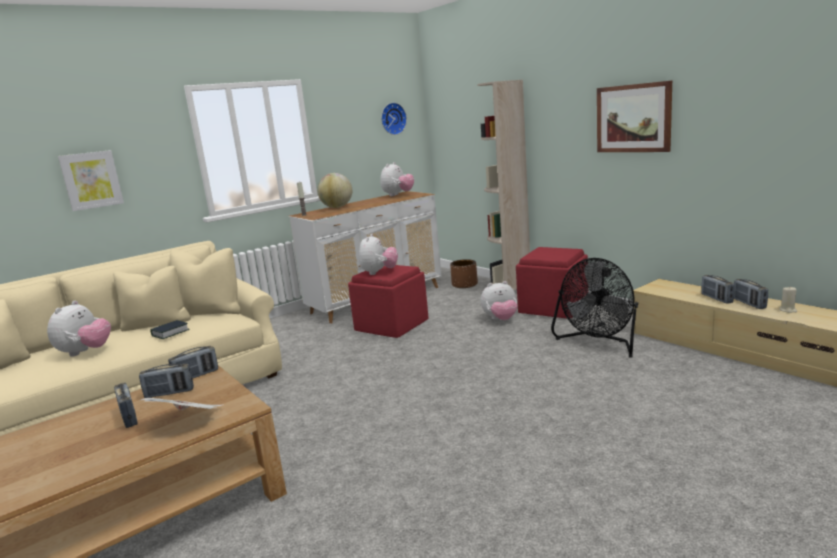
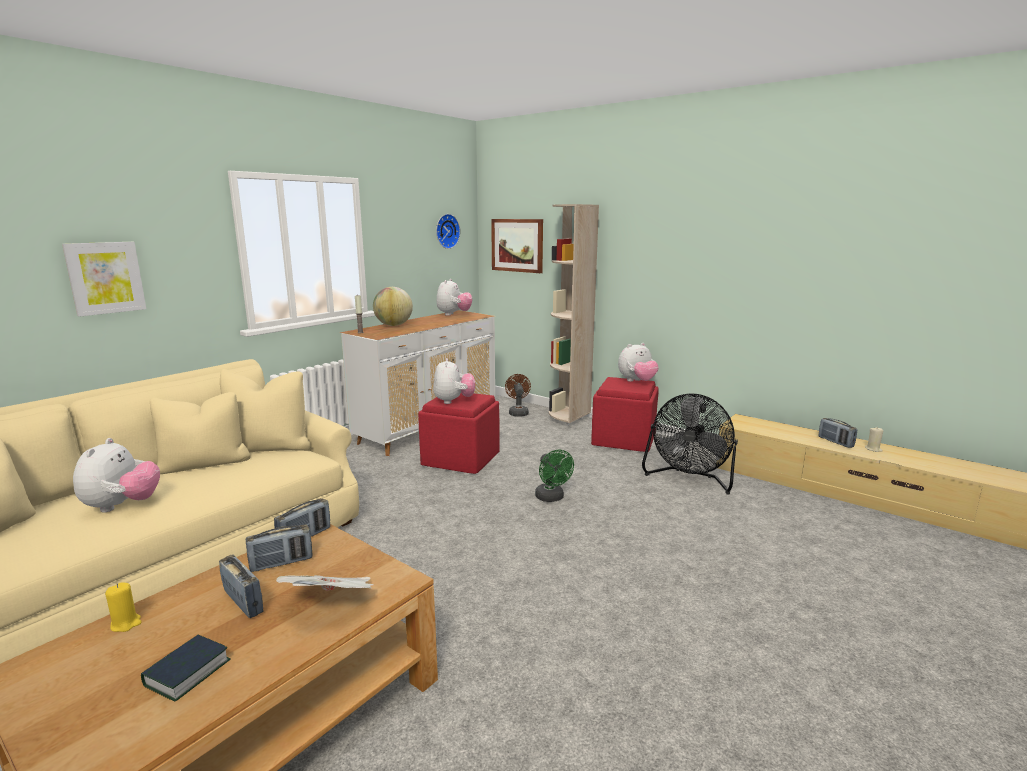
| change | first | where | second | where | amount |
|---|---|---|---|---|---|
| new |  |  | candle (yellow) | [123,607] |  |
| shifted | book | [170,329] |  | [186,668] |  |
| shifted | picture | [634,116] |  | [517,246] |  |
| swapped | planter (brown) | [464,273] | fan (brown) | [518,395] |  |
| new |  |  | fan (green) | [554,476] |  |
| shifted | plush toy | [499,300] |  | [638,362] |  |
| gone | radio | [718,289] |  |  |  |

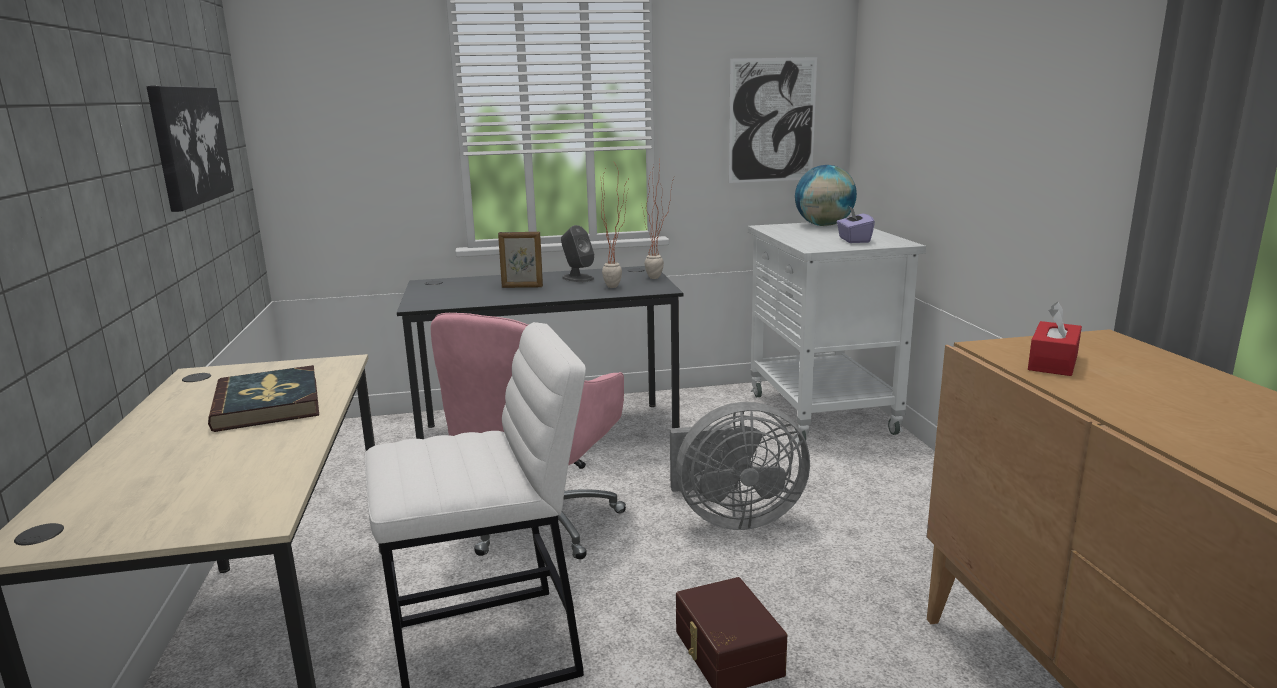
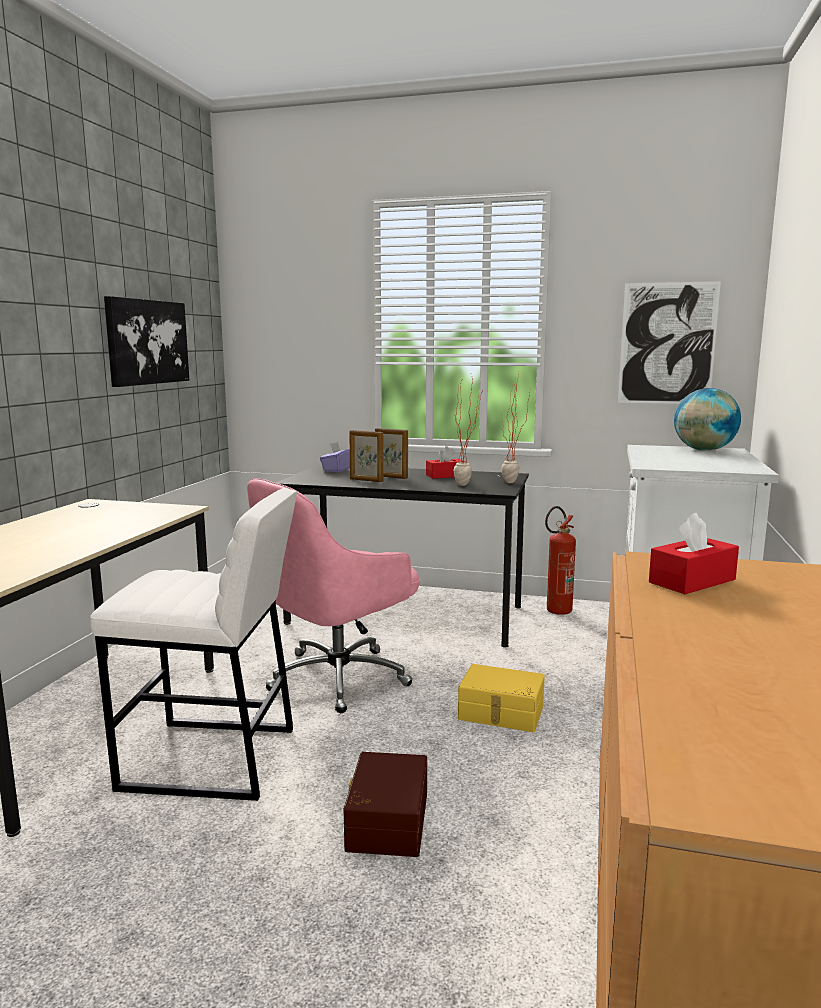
| change | first | where | second | where | amount |
|---|---|---|---|---|---|
| shifted | tissue box (purple) | [856,224] |  | [335,457] |  |
| new |  |  | picture frame | [367,456] |  |
| swapped | speaker (grey) | [577,253] | tissue box (red) | [445,462] |  |
| swapped | fan (grey) | [740,466] | storage box (yellow) | [501,698] |  |
| new |  |  | fire extinguisher | [560,560] |  |
| gone | book | [263,398] |  |  |  |

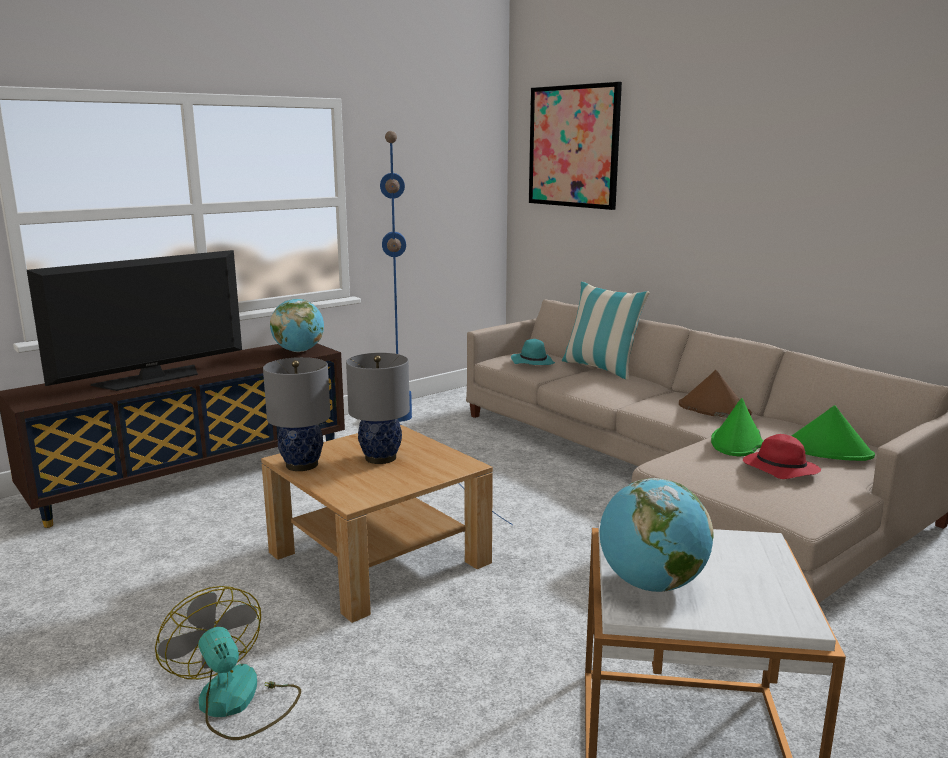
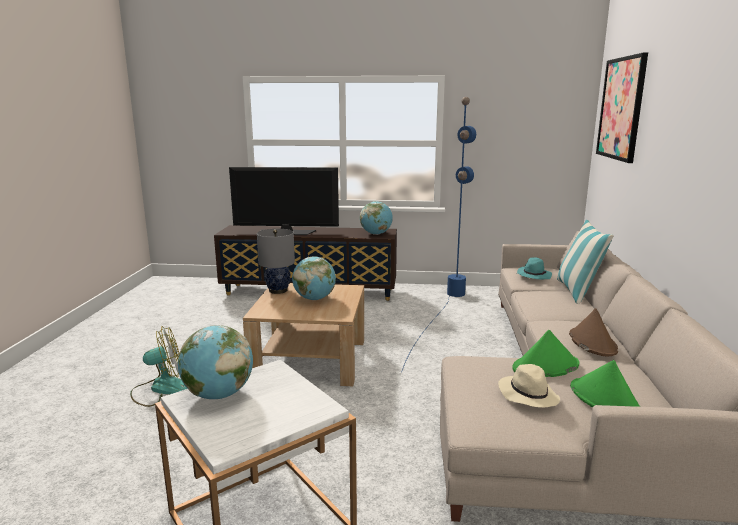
| change | first | where | second | where | amount |
|---|---|---|---|---|---|
| rotated | fan | [228,663] |  | [158,366] | 60 degrees clockwise |
| swapped | table lamp (grey) | [378,408] | globe | [314,278] |  |
| repainted | hat (red) | [782,456] | hat (beige) | [529,386] |  |

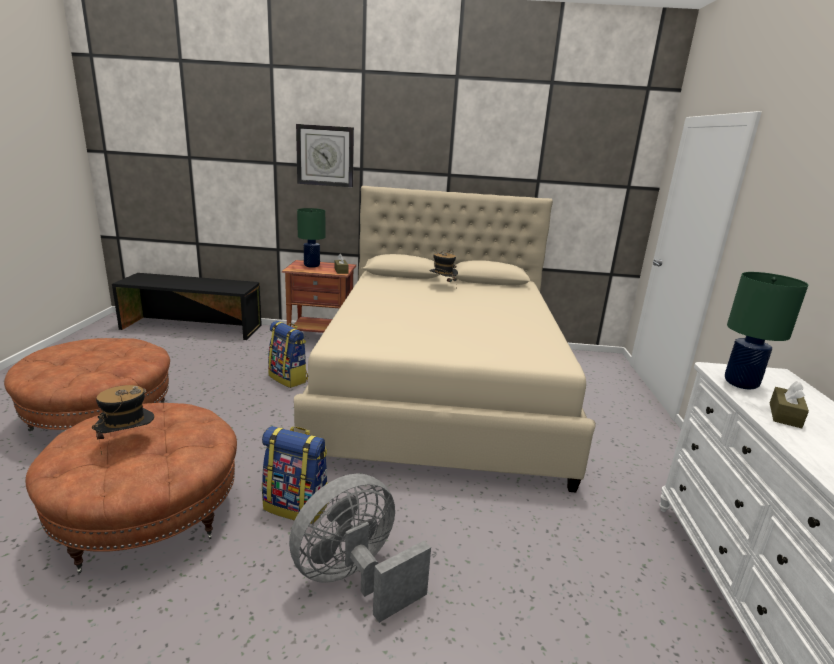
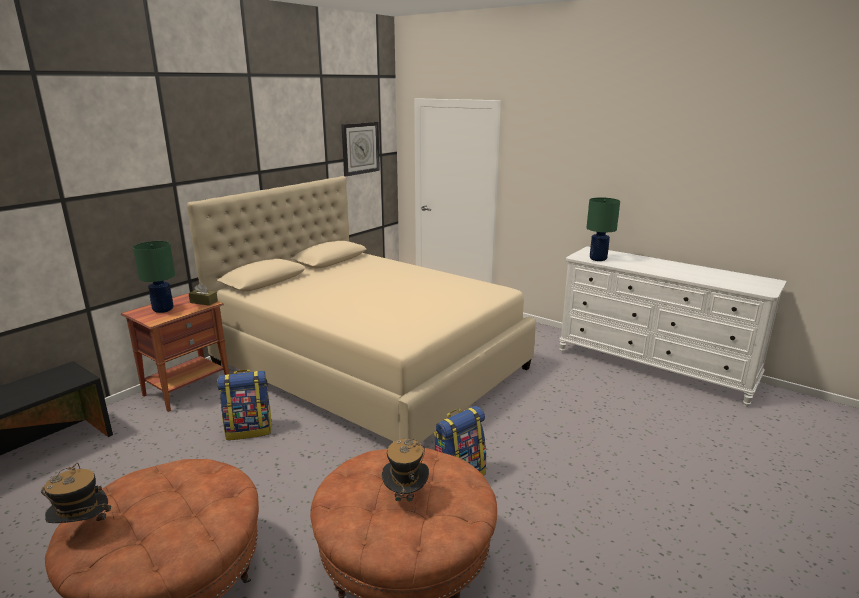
| change | first | where | second | where | amount |
|---|---|---|---|---|---|
| shifted | hat | [443,266] |  | [77,493] |  |
| shifted | wall clock | [325,155] |  | [360,149] |  |
| gone | fan (grey) | [360,548] |  |  |  |
| gone | tissue box (brown) | [789,404] |  |  |  |

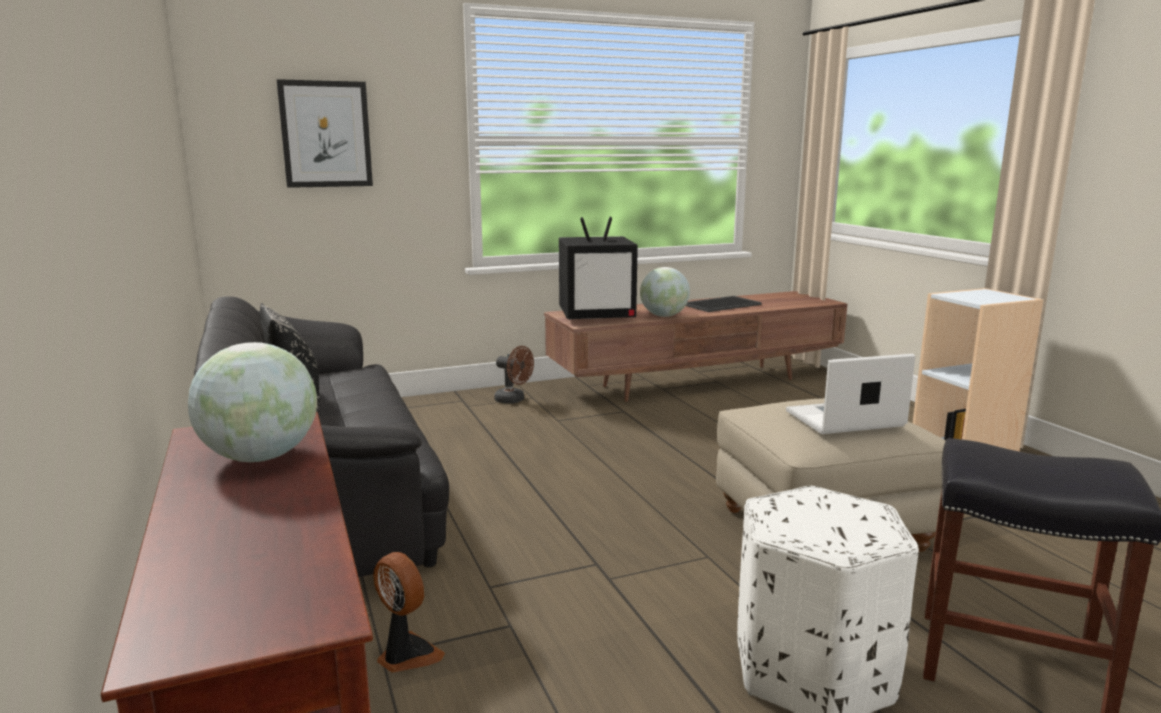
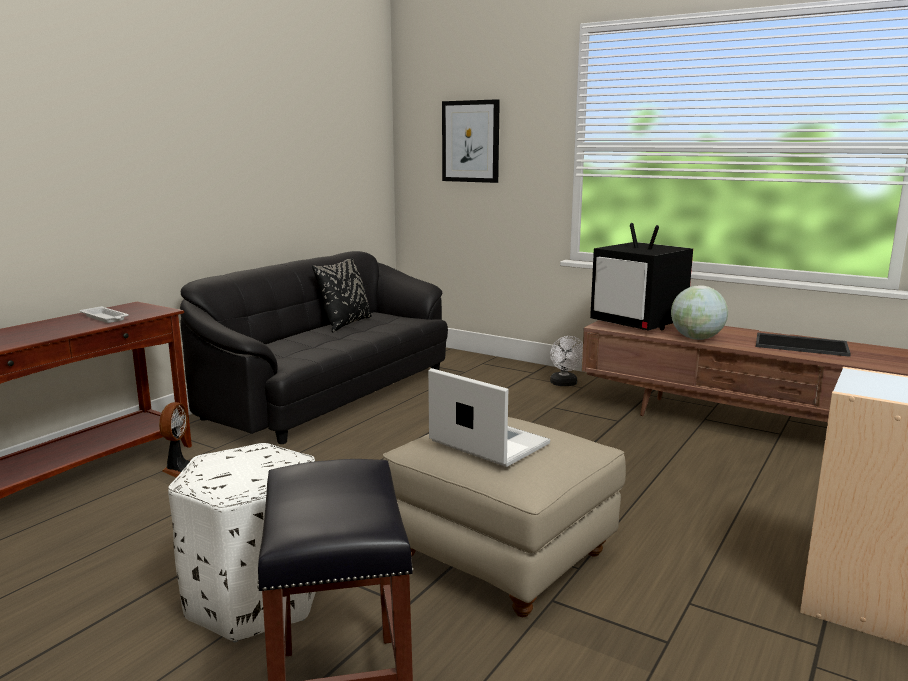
| change | first | where | second | where | amount |
|---|---|---|---|---|---|
| swapped | globe | [252,402] | tray (white) | [104,314] |  |
| repainted | fan (brown) | [514,375] | fan (white) | [566,361] |  |

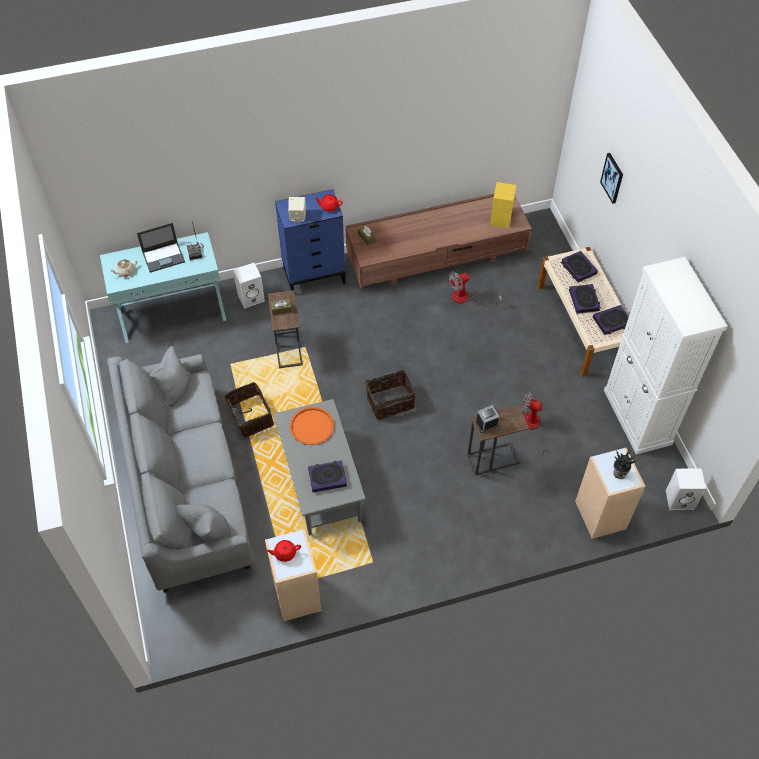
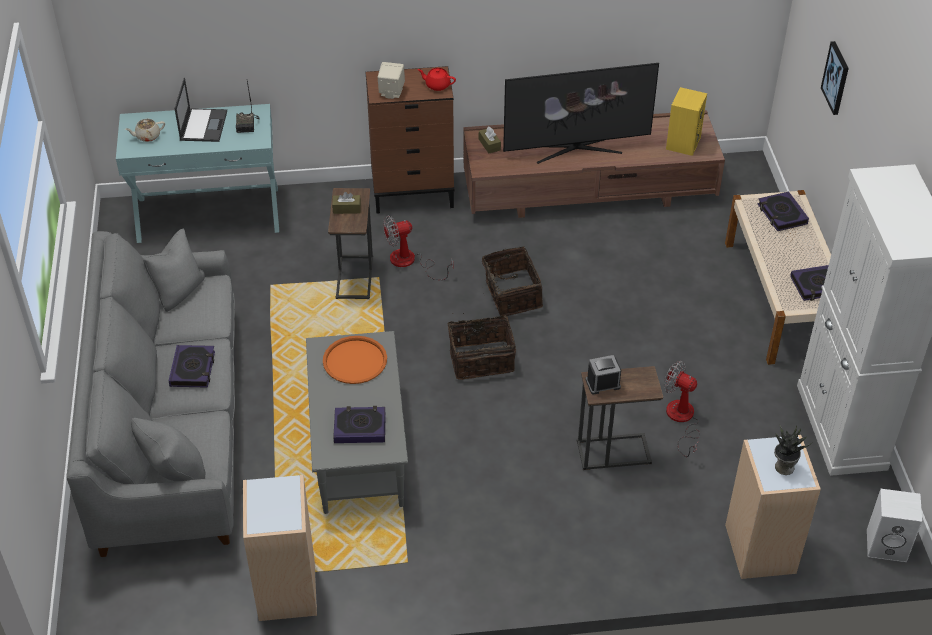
| change | first | where | second | where | amount |
|---|---|---|---|---|---|
| shifted | book | [585,299] |  | [192,366] |  |
| rotated | laptop | [161,248] |  | [200,110] | 75 degrees counterclockwise |
| repainted | dresser (blue) | [310,240] | dresser (brown) | [410,140] |  |
| shifted | fan | [475,290] |  | [418,248] |  |
| shifted | basket | [249,409] |  | [512,281] |  |
| new |  |  | television | [581,113] |  |
| gone | speaker (white) | [249,286] |  |  |  |
| gone | teapot (red) | [283,551] |  |  |  |

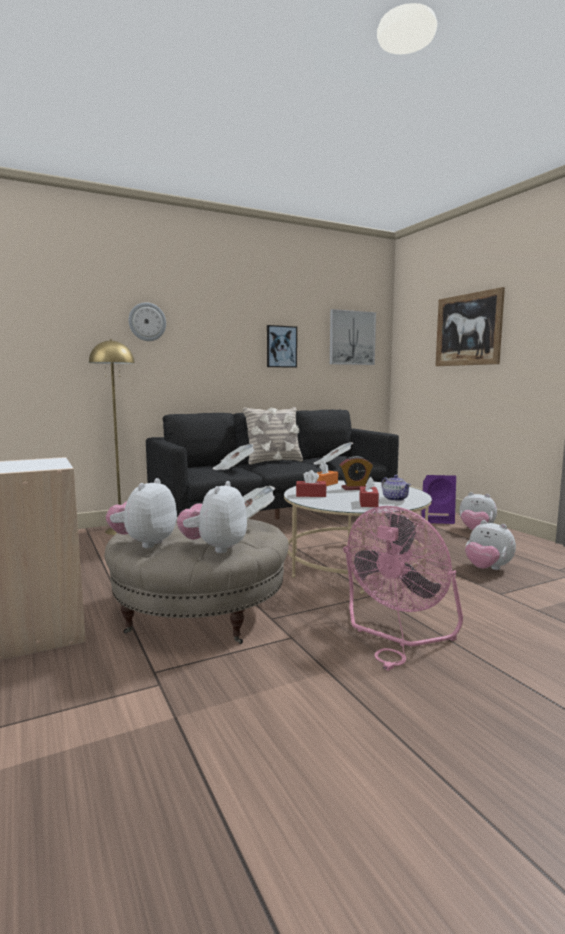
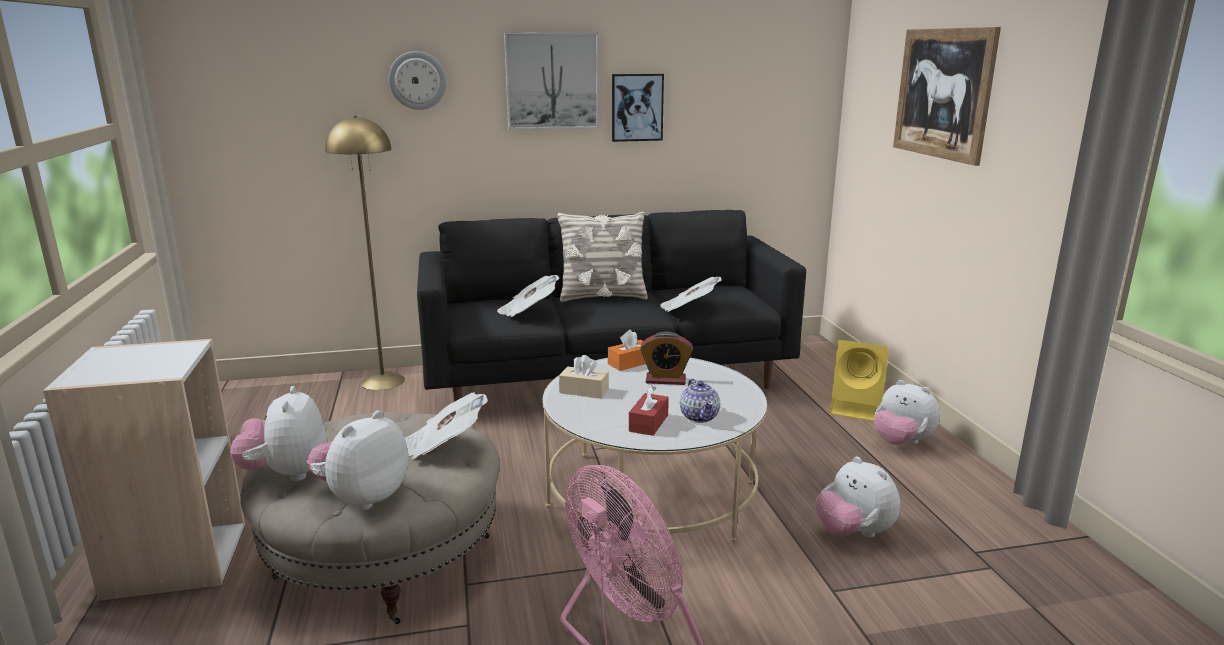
| change | first | where | second | where | amount |
|---|---|---|---|---|---|
| rotated | plush toy | [141,513] |  | [279,433] | 45 degrees counterclockwise |
| shifted | picture | [353,337] |  | [551,81] |  |
| repainted | tissue box (red) | [311,483] | tissue box (beige) | [584,376] |  |
| repainted | speaker (purple) | [439,499] | speaker (yellow) | [859,381] |  |

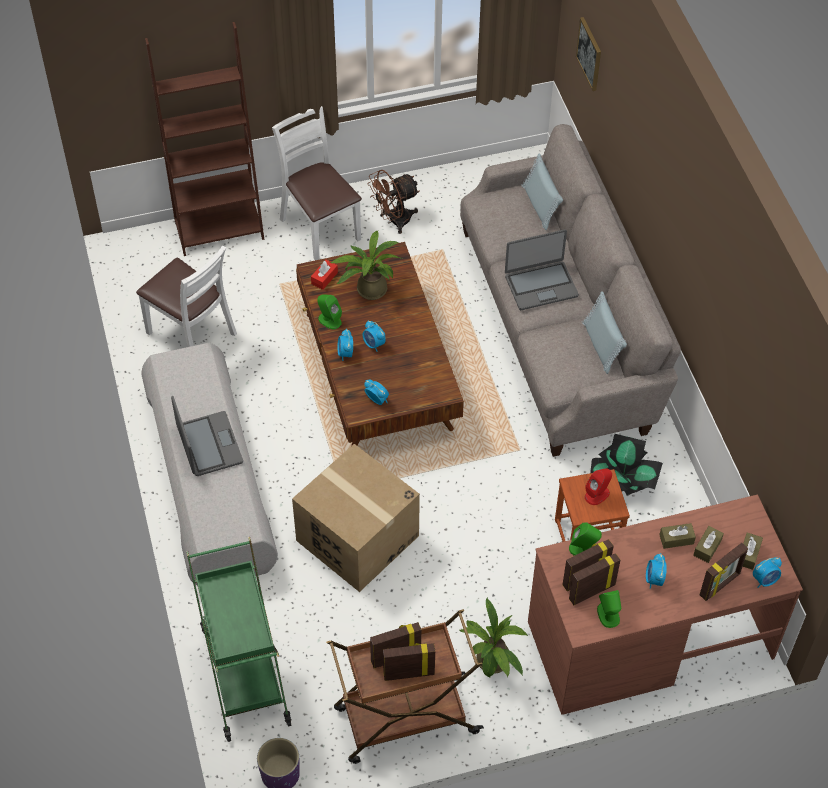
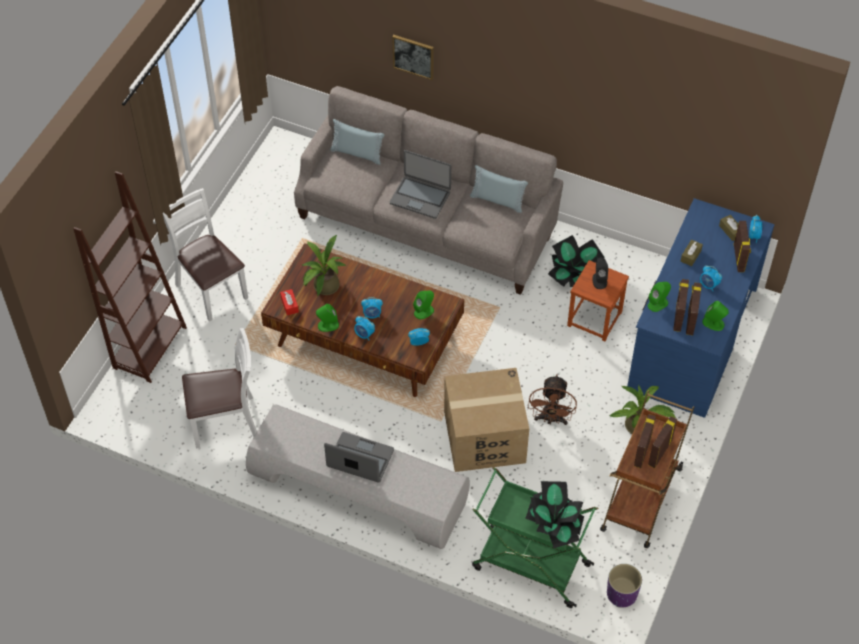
| change | first | where | second | where | amount |
|---|---|---|---|---|---|
| rotated | chair (white) | [317,183] |  | [205,254] | 45 degrees clockwise |
| rotated | laptop | [542,269] |  | [420,184] | 90 degrees clockwise |
| shifted | picture | [588,54] |  | [413,57] |  |
| new |  |  | speaker (green) | [423,305] |  |
| new |  |  | potted plant | [554,514] |  |
| shifted | fan (brown) | [393,202] |  | [552,400] |  |
| repainted | speaker (red) | [598,486] | speaker (black) | [600,273] |  |
| repainted | desk (brown) | [665,605] | desk (blue) | [701,308] |  |
| gone | tissue box (brown) | [708,544] |  |  |  |

